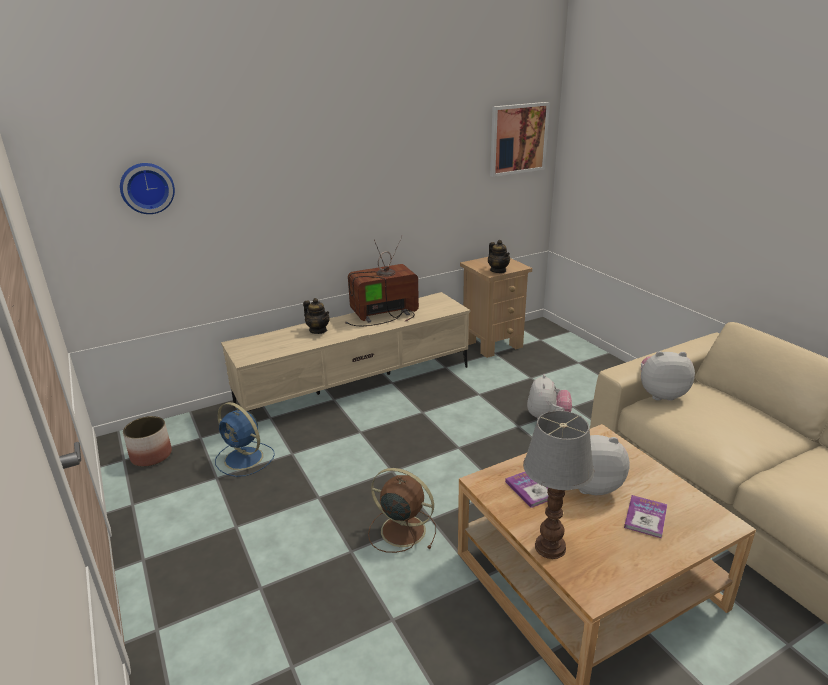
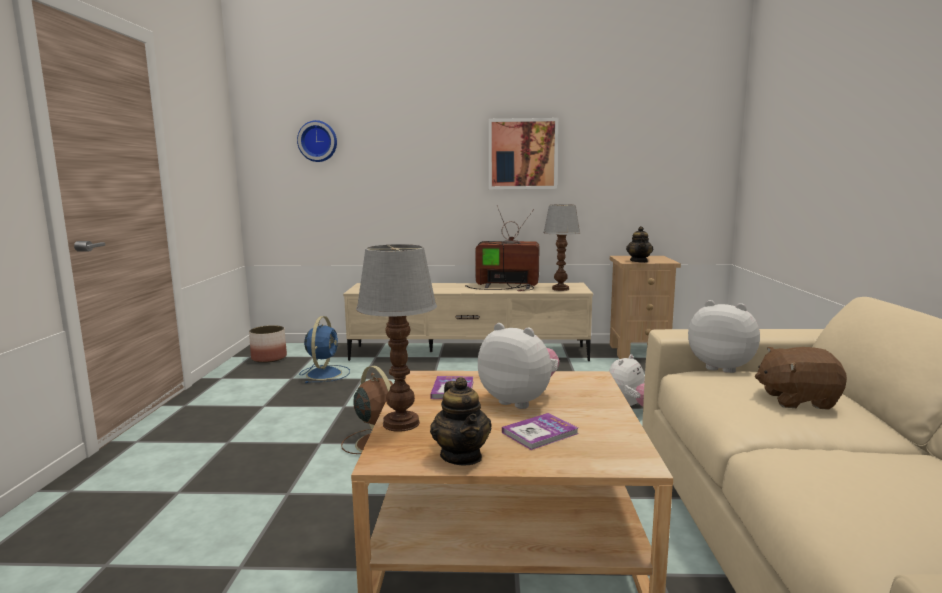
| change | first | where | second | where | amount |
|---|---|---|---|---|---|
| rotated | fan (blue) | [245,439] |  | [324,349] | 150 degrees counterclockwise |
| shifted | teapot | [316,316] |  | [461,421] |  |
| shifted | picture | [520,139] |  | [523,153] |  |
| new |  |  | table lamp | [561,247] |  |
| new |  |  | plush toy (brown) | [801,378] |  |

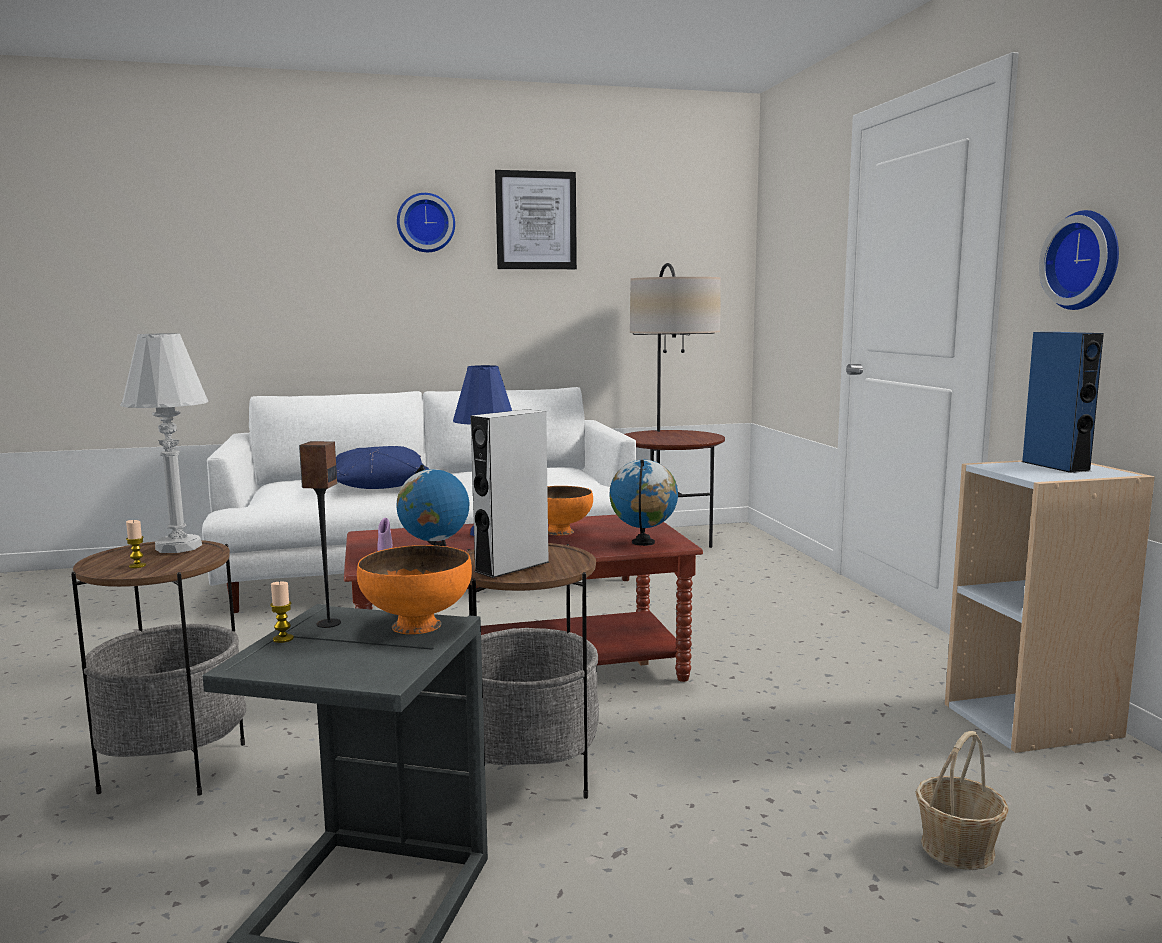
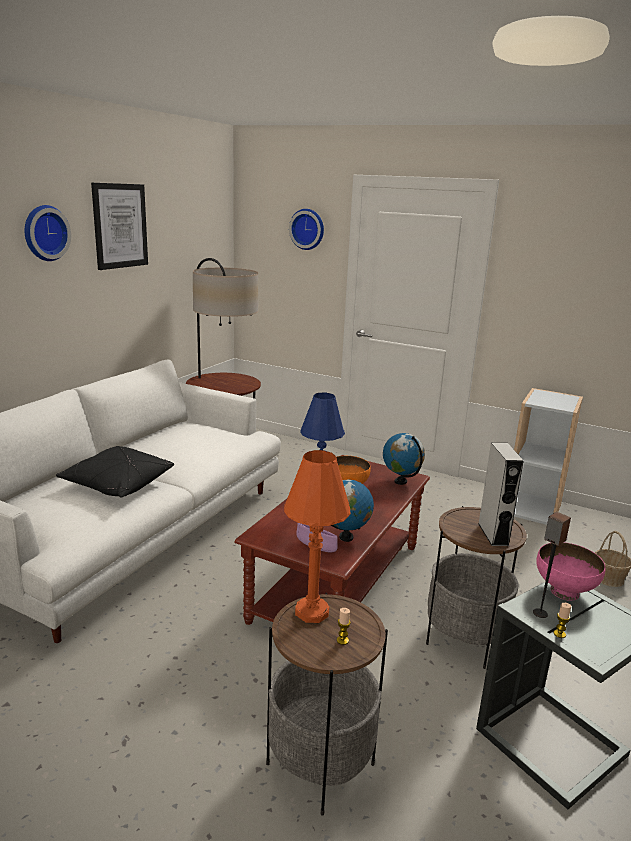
| change | first | where | second | where | amount |
|---|---|---|---|---|---|
| repainted | pillow (blue) | [382,467] | pillow (black) | [115,472] |  |
| repainted | table lamp (white) | [164,443] | table lamp (orange) | [317,536] |  |
| shifted | wall clock | [1079,260] |  | [306,229] |  |
| repainted | bowl (orange) | [414,589] | bowl (pink) | [570,572] |  |
| gone | speaker (blue) | [1063,402] |  |  |  |

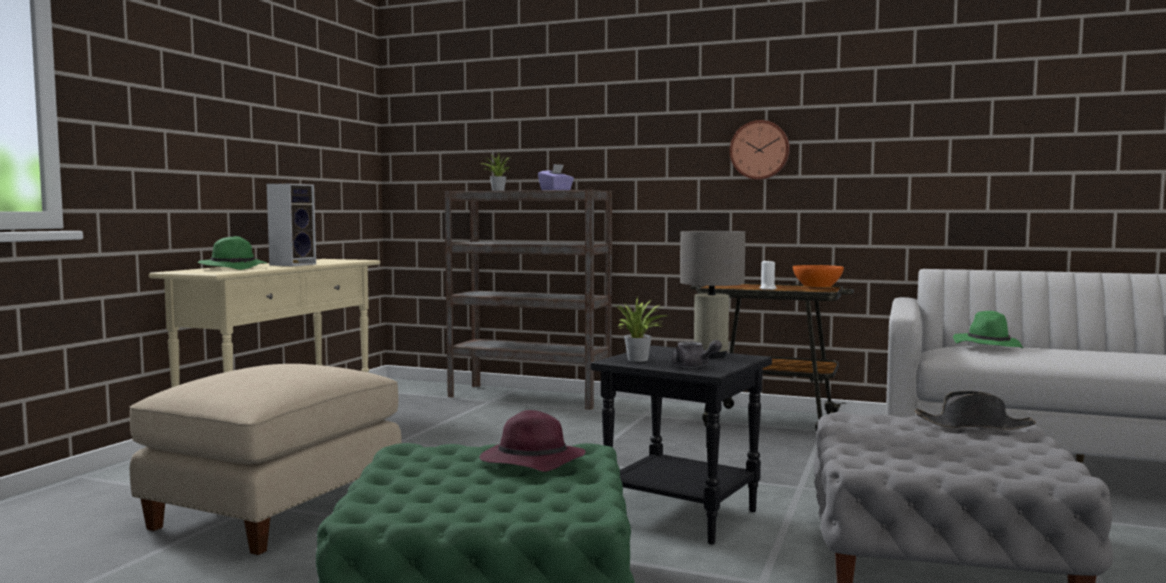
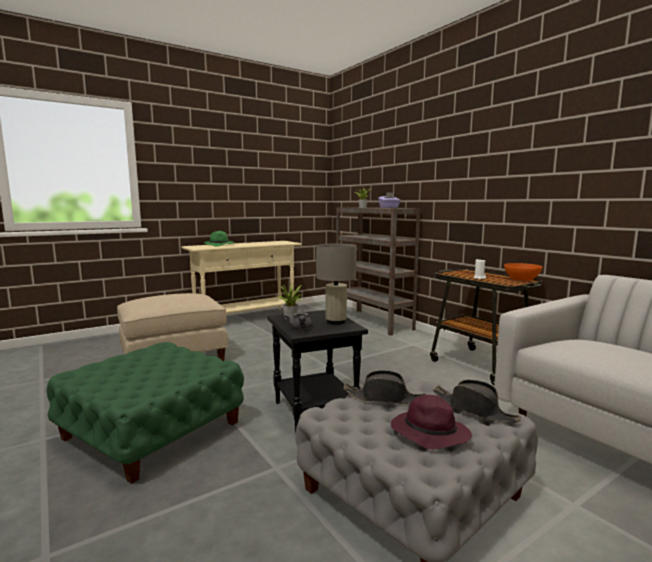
| change | first | where | second | where | amount |
|---|---|---|---|---|---|
| new |  |  | hat (black) | [384,387] |  |
| shifted | hat (purple) | [532,441] |  | [431,422] |  |
| gone | speaker | [291,224] |  |  |  |
| gone | wall clock | [760,150] |  |  |  |
| gone | hat (green) | [988,329] |  |  |  |

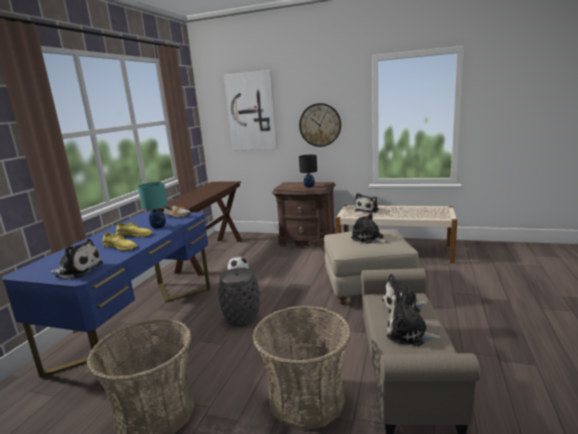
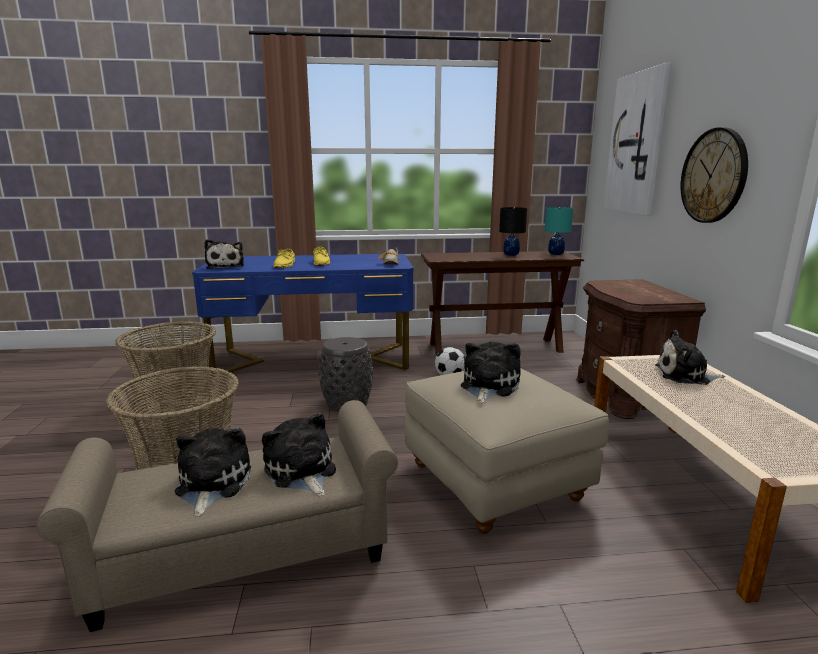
| change | first | where | second | where | amount |
|---|---|---|---|---|---|
| shifted | table lamp (black) | [308,171] |  | [513,231] |  |
| shifted | table lamp (turquoise) | [153,205] |  | [559,231] |  |

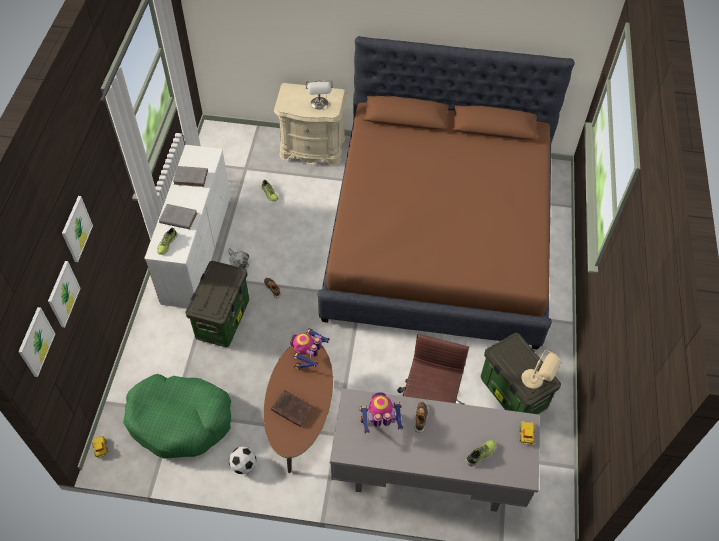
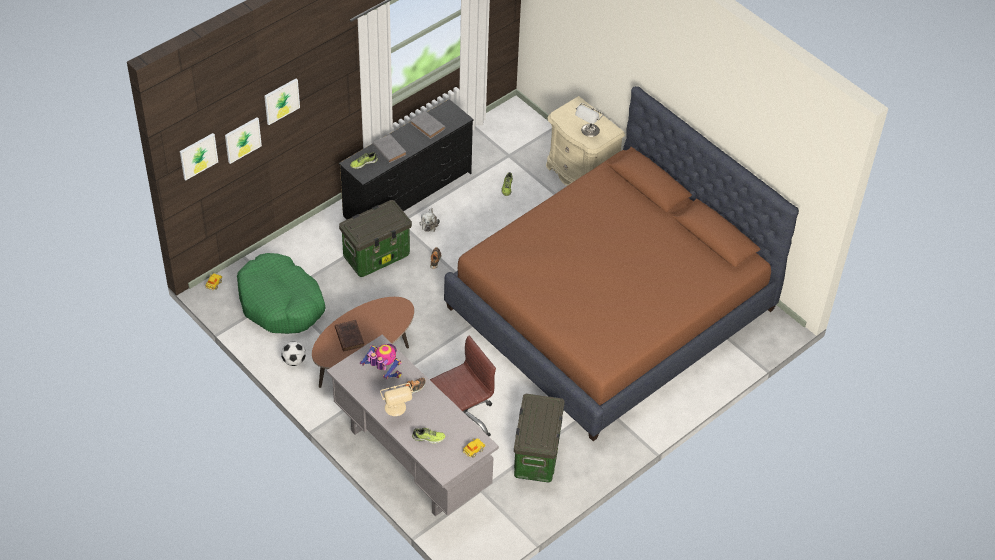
| change | first | where | second | where | amount |
|---|---|---|---|---|---|
| repainted | dresser (white) | [187,226] | dresser (black) | [406,159] |  |
| shifted | table lamp (beige) | [541,369] |  | [396,399] |  |
| gone | toy robot | [310,349] |  |  |  |

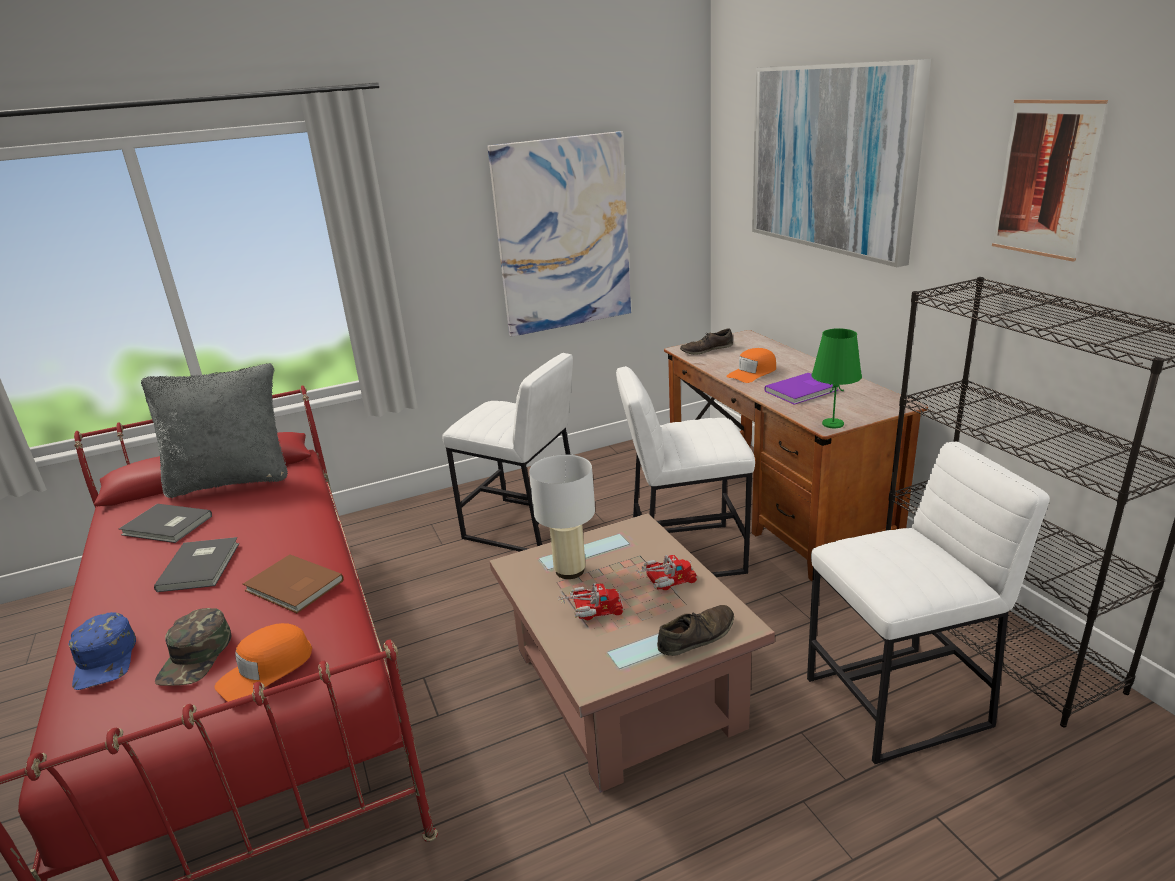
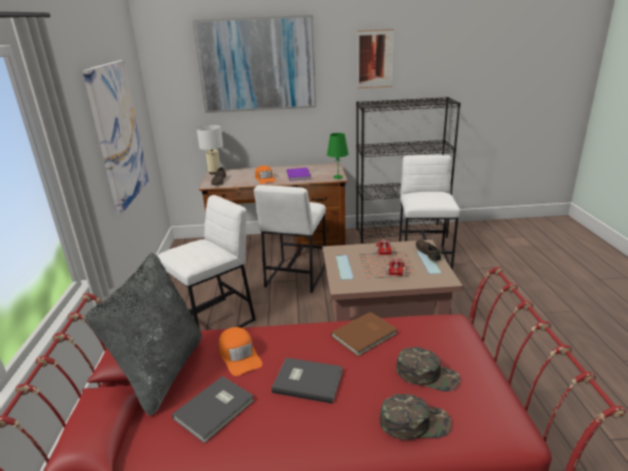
| change | first | where | second | where | amount |
|---|---|---|---|---|---|
| shifted | table lamp (white) | [562,516] |  | [210,149] |  |
| shifted | cap (orange) | [263,662] |  | [240,351] |  |
| repainted | cap (blue) | [102,651] | cap (green) | [416,417] |  |

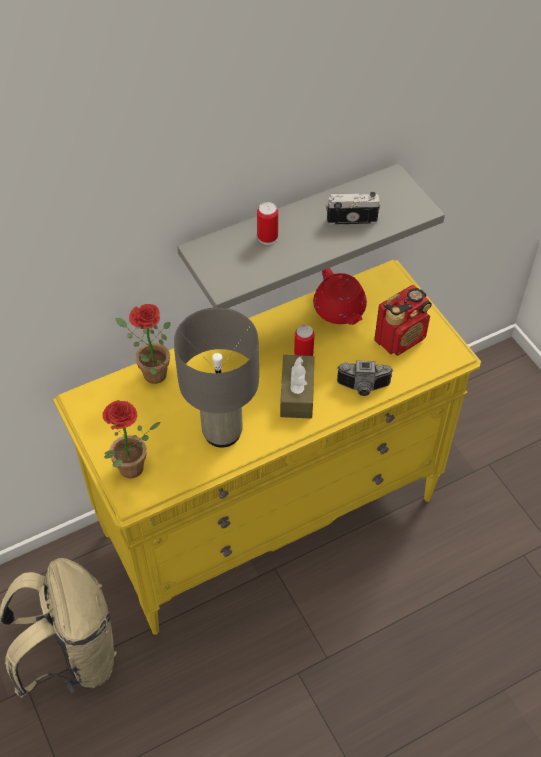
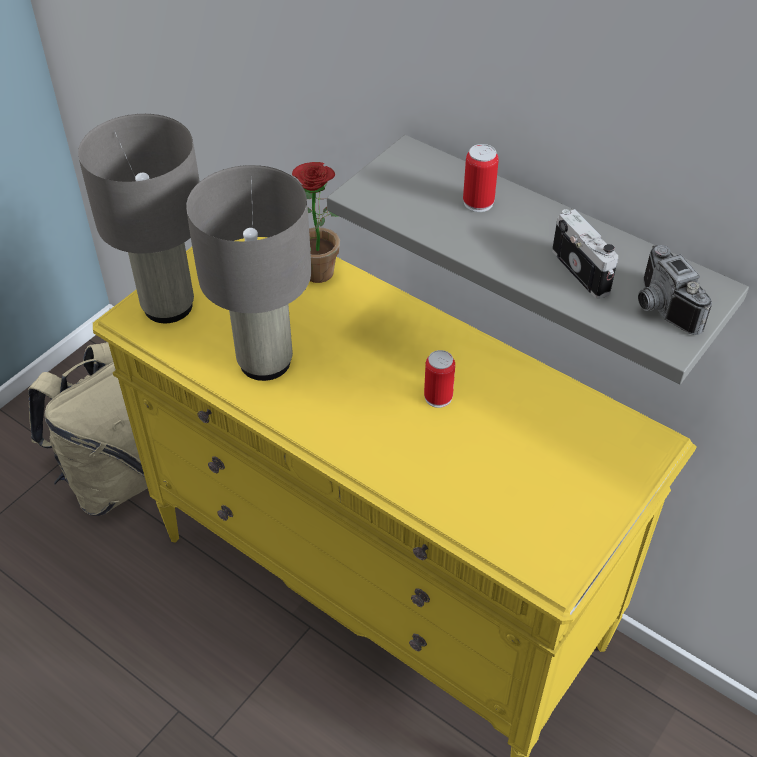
| change | first | where | second | where | amount |
|---|---|---|---|---|---|
| swapped | potted plant | [131,439] | table lamp (grey) | [139,218] |  |
| shifted | photo camera | [365,378] |  | [675,290] |  |
| gone | tissue box (brown) | [297,386] |  |  |  |
| gone | teapot (red) | [340,296] |  |  |  |
| gone | radio | [403,320] |  |  |  |

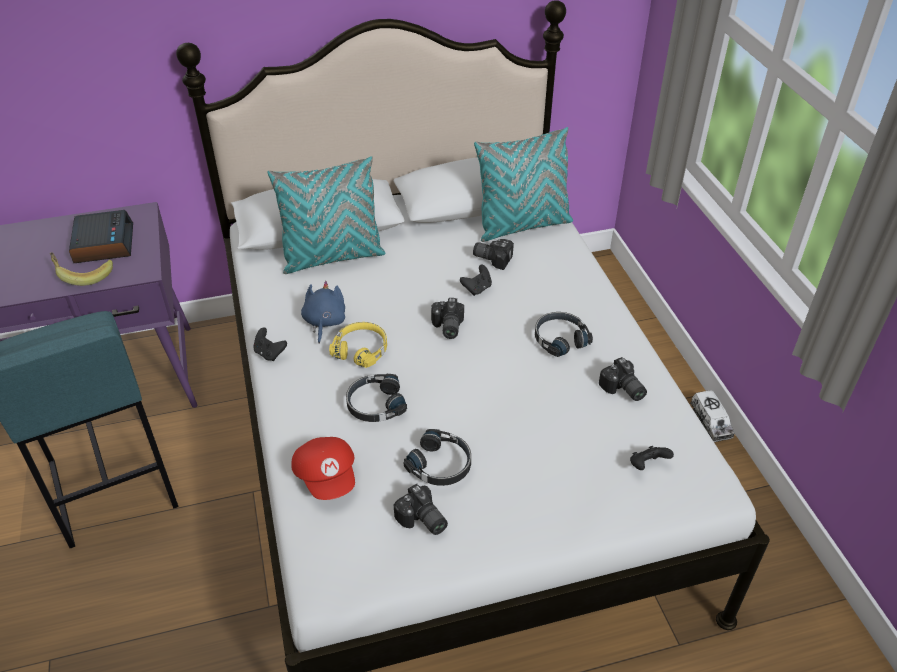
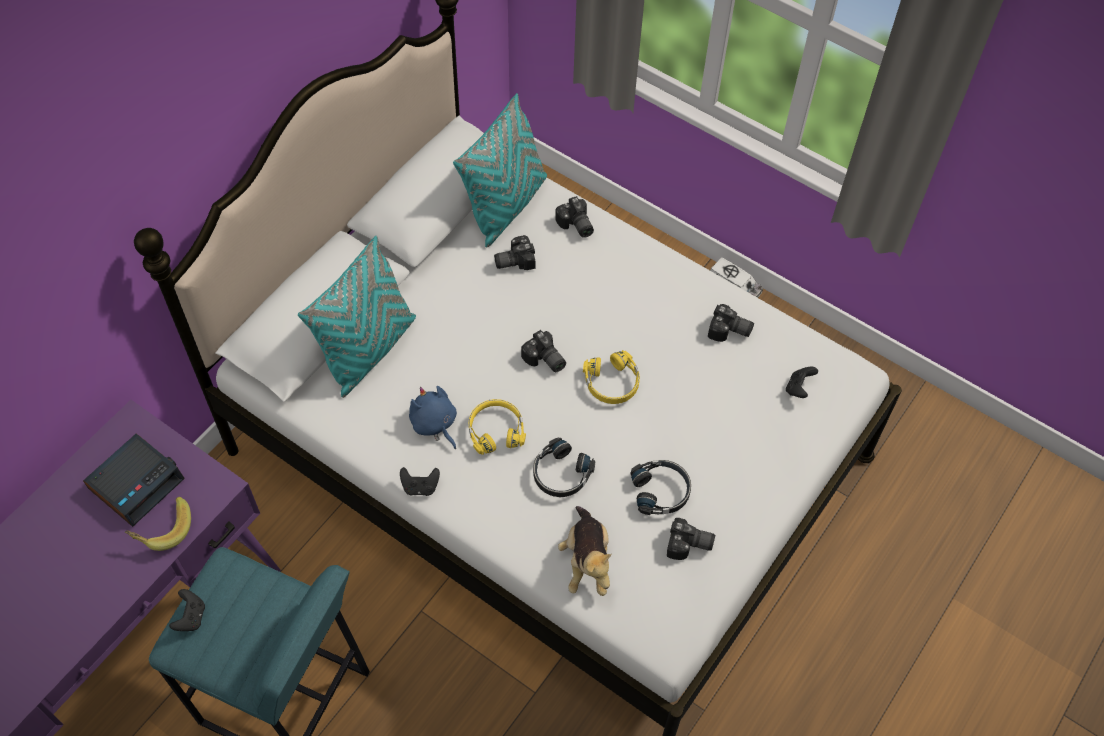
| change | first | where | second | where | amount |
|---|---|---|---|---|---|
| rotated | alarm clock | [101,236] |  | [134,480] | 90 degrees clockwise |
| shifted | game controller (black) | [476,280] |  | [187,610] |  |
| new |  |  | photo camera | [574,217] |  |
| swapped | cap (red) | [323,468] | plush toy | [585,551] |  |
| new |  |  | headphones (yellow) | [611,377] |  |
| gone | headphones (black) | [564,334] |  |  |  |

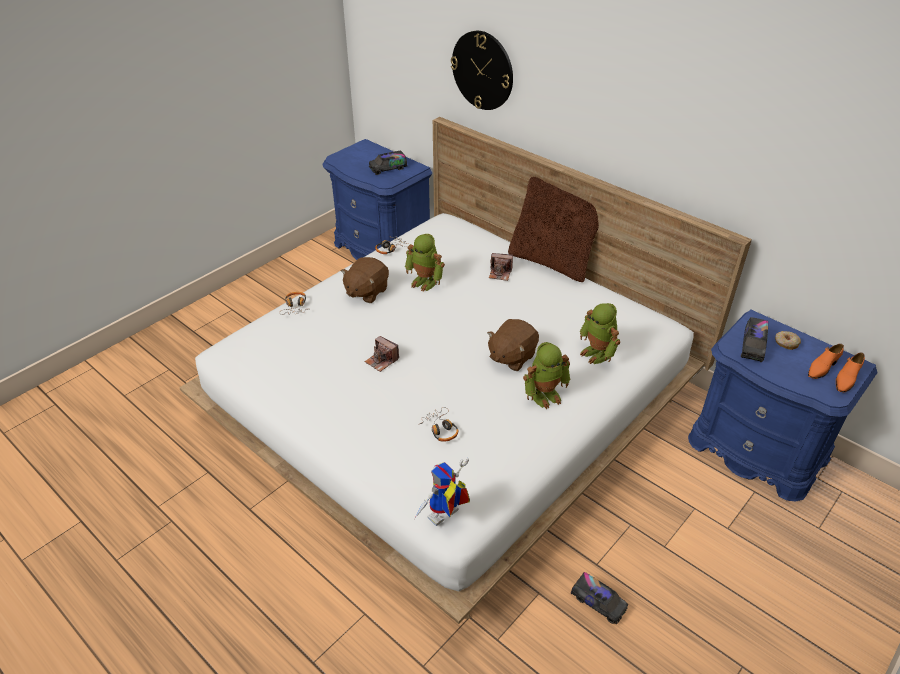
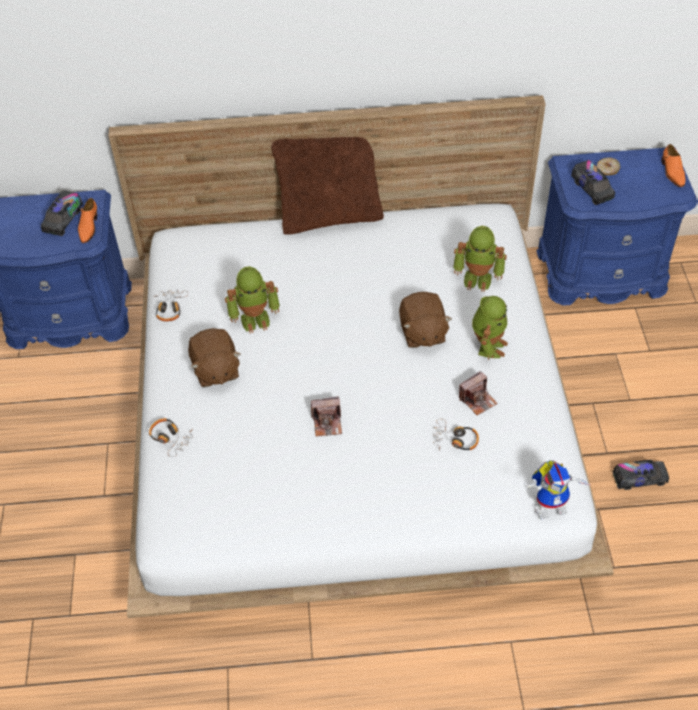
| change | first | where | second | where | amount |
|---|---|---|---|---|---|
| shifted | shoe (orange) | [826,361] |  | [87,220] |  |
| shifted | photo camera | [501,267] |  | [478,393] |  |
| rotated | toy robot | [442,492] |  | [557,490] | 105 degrees counterclockwise |
| gone | wall clock | [482,70] |  |  |  |

